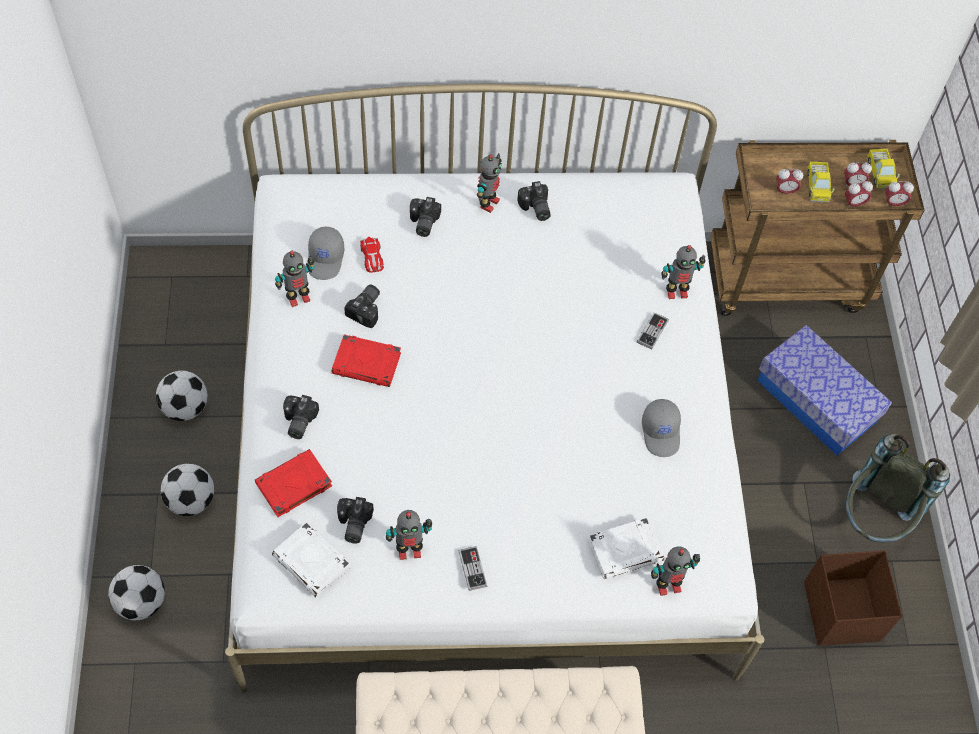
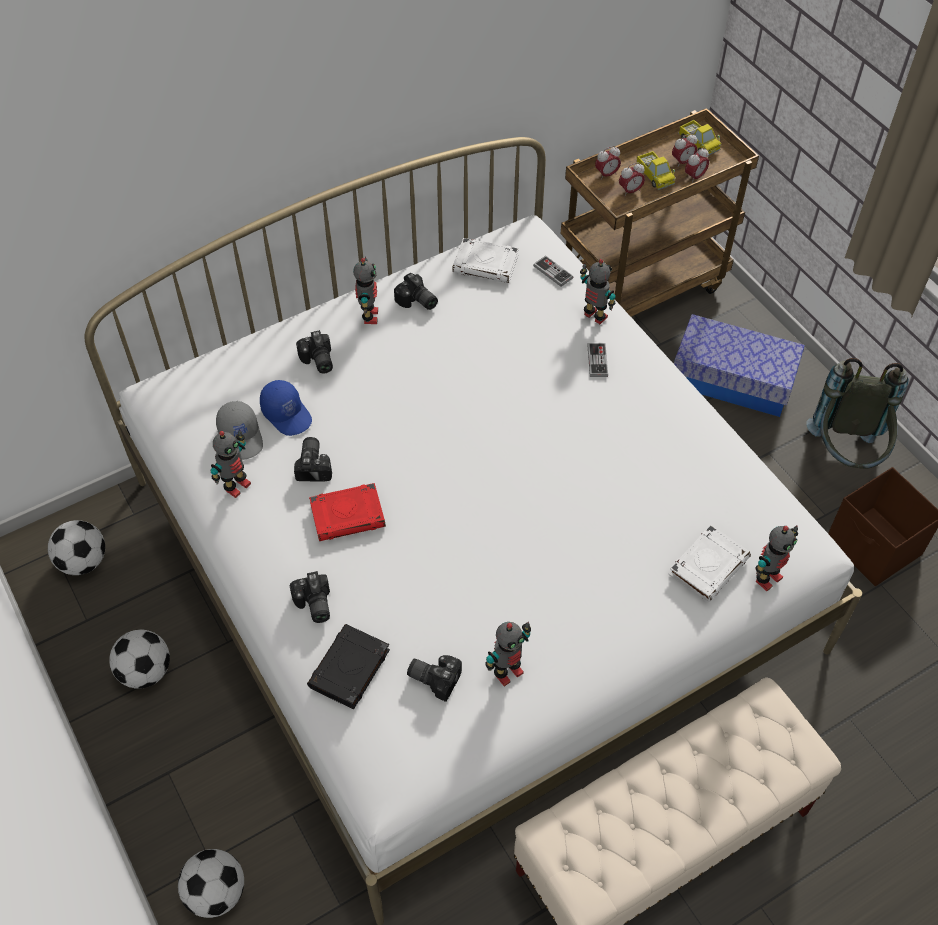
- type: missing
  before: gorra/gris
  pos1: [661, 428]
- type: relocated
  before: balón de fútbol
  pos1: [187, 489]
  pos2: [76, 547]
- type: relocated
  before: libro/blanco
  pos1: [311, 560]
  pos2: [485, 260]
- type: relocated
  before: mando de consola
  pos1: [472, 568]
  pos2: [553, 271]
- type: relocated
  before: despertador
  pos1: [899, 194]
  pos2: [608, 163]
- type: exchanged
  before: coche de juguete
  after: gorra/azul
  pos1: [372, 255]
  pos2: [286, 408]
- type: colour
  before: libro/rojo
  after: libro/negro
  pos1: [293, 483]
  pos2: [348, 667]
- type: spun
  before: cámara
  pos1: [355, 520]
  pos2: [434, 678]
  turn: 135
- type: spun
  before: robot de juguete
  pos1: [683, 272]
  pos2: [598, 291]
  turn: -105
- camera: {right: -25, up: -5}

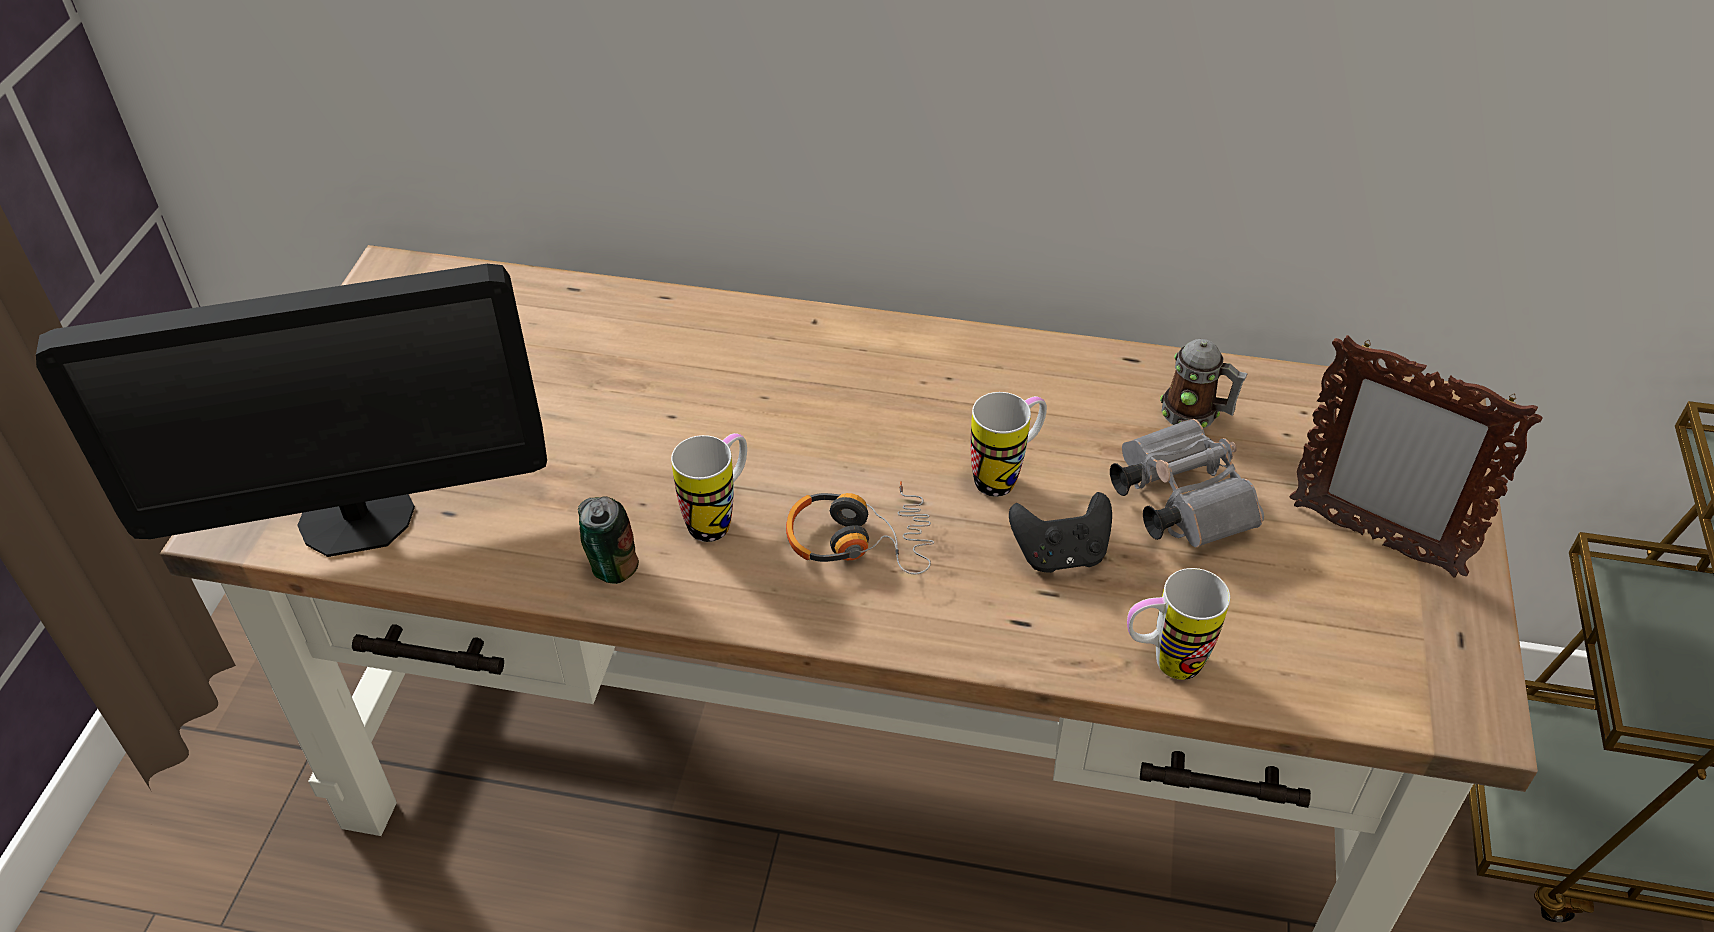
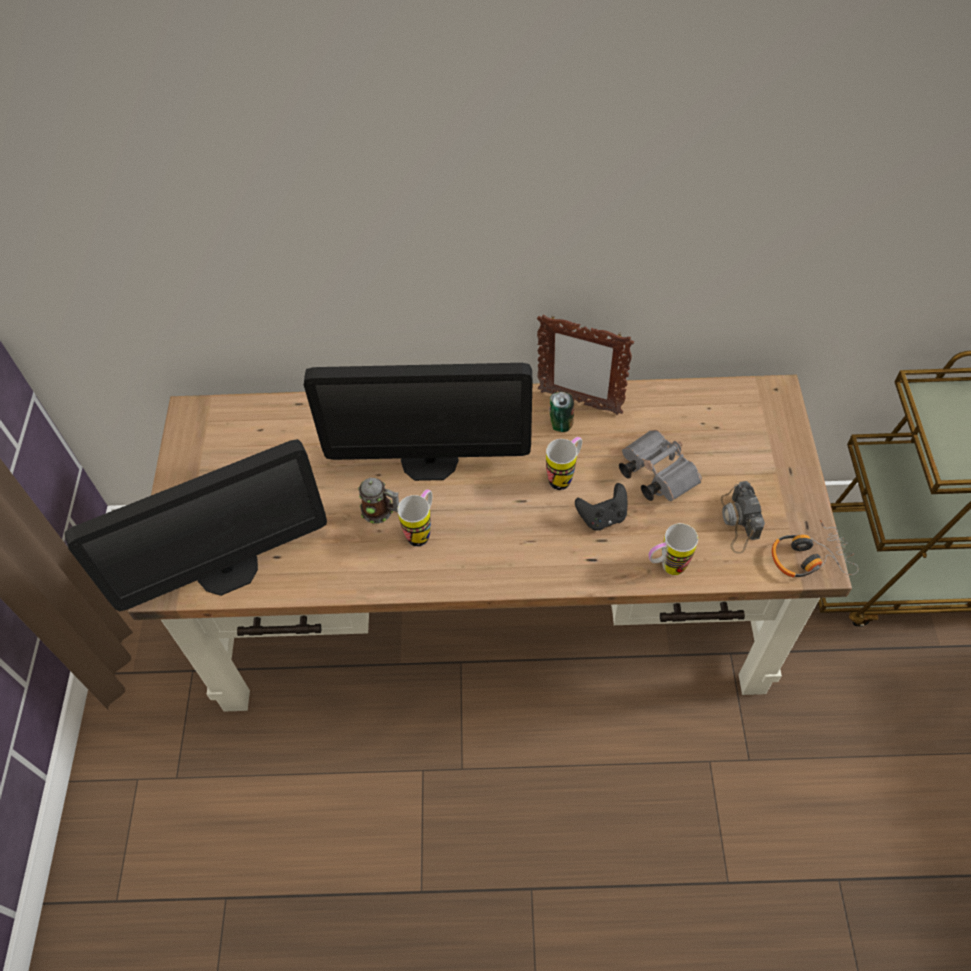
- type: appeared
  after: monitor
  pos2: [418, 422]
- type: appeared
  after: cámara
  pos2: [743, 517]
- type: relocated
  before: lata
  pos1: [608, 540]
  pos2: [561, 411]
- type: relocated
  before: auriculares
  pos1: [860, 528]
  pos2: [815, 549]
- type: relocated
  before: taza grande
  pos1: [1204, 384]
  pos2: [378, 501]
- type: relocated
  before: portarretratos
  pos1: [1416, 456]
  pos2: [585, 364]
- camera: {right: -10, up: 10}

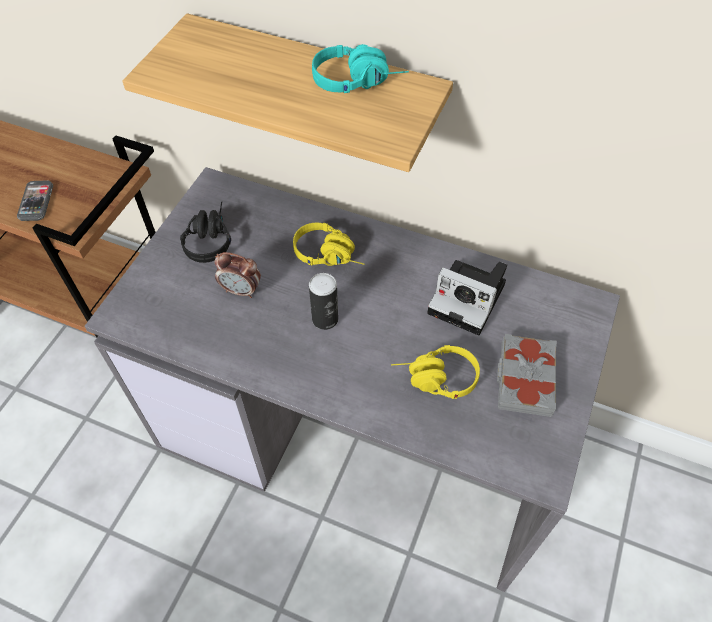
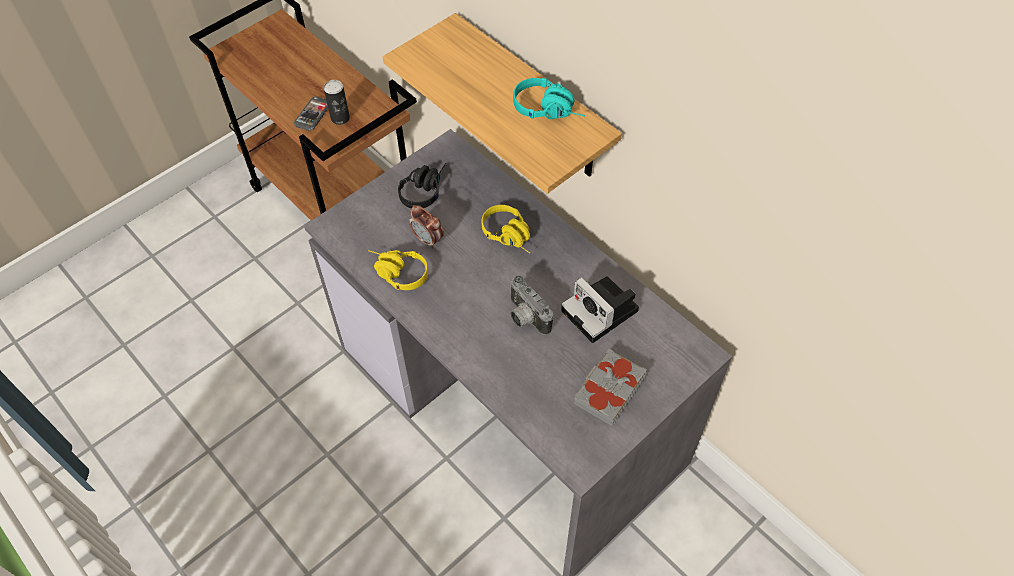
- type: appeared
  after: cámara
  pos2: [531, 305]
- type: relocated
  before: lata
  pos1: [323, 301]
  pos2: [337, 102]
- type: relocated
  before: auriculares/amarillo
  pos1: [435, 372]
  pos2: [398, 270]
- camera: {right: 25, up: 0}

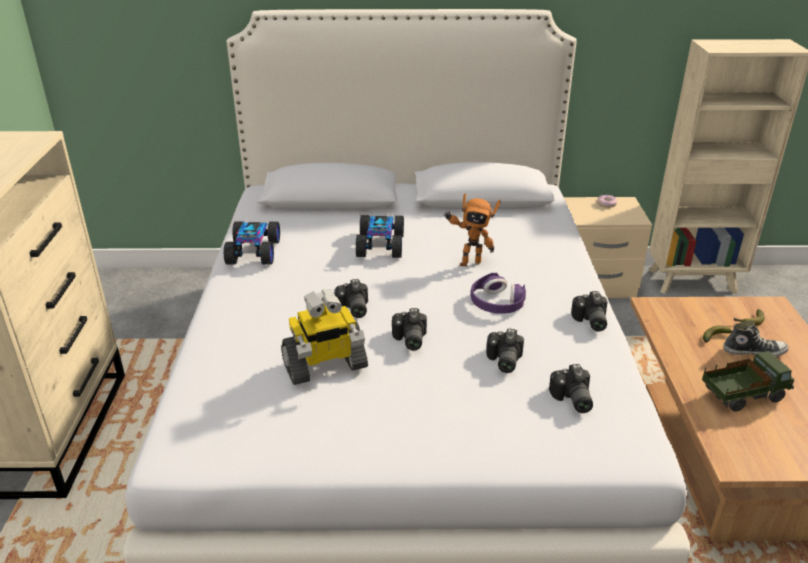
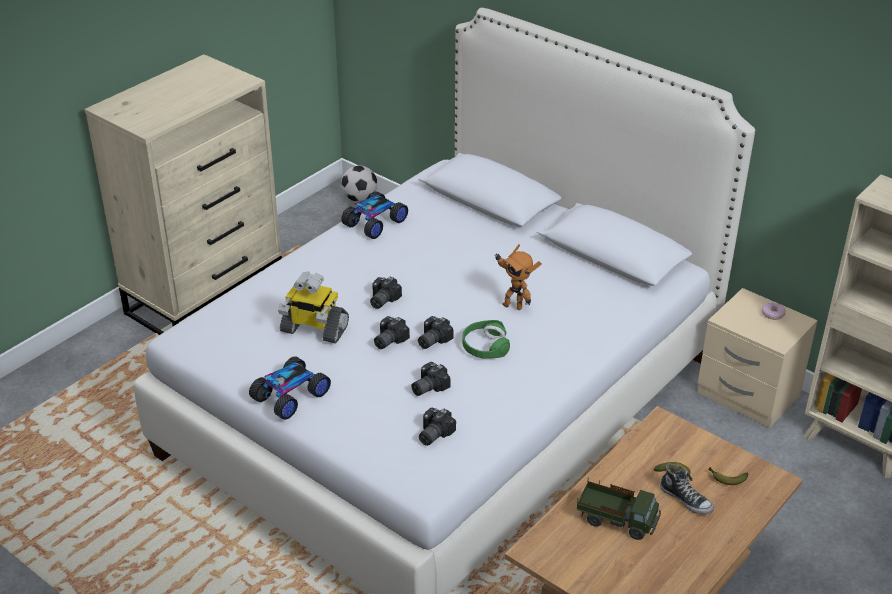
- type: appeared
  after: balón de fútbol
  pos2: [359, 183]
- type: relocated
  before: coche de juguete
  pos1: [380, 236]
  pos2: [290, 388]
- type: relocated
  before: cámara
  pos1: [589, 311]
  pos2: [435, 332]
- type: colour
  before: auriculares/morado
  after: auriculares/verde
  pos1: [498, 293]
  pos2: [486, 339]
- camera: {right: 40, up: 5}

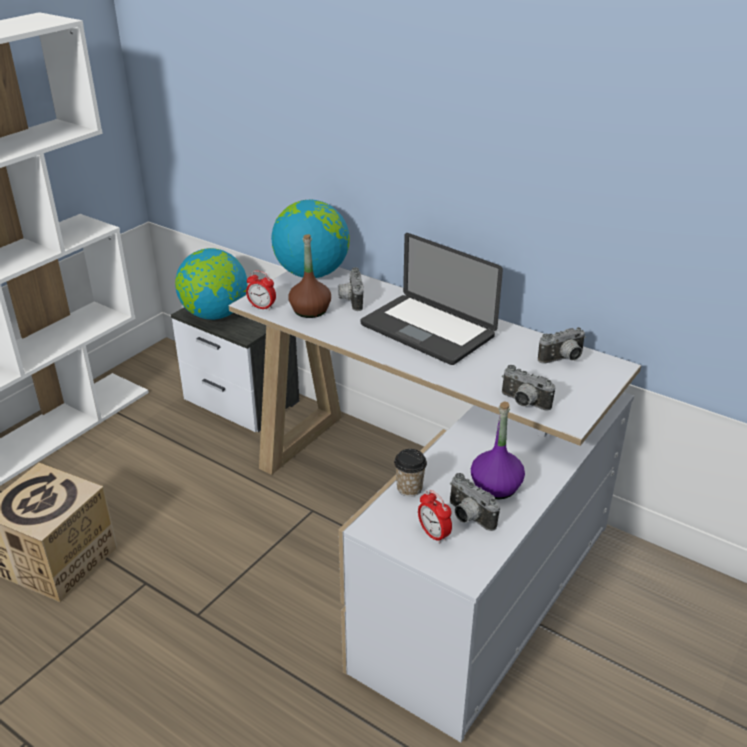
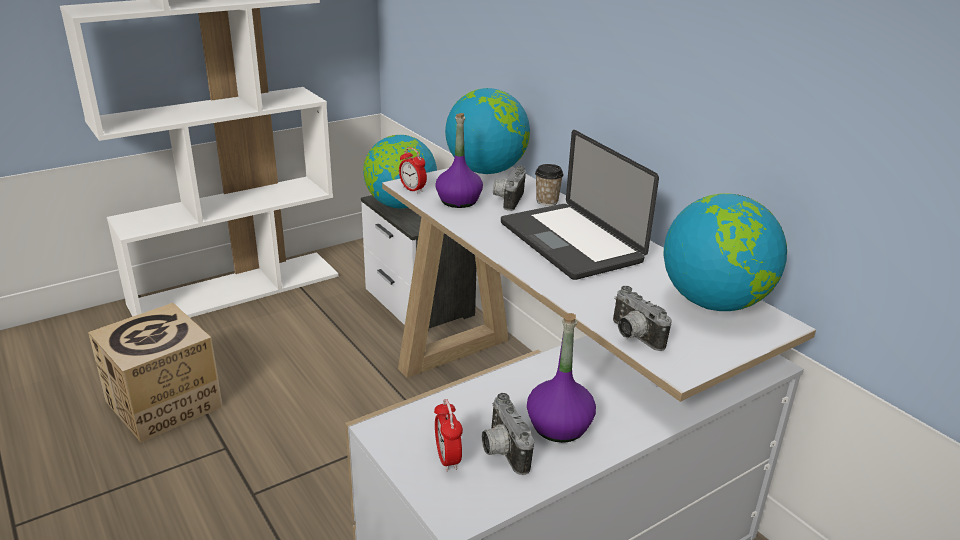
- type: relocated
  before: taza
  pos1: [410, 473]
  pos2: [549, 185]
- type: exchanged
  before: cámara
  after: globo terráqueo
  pos1: [562, 345]
  pos2: [725, 252]
- type: colour
  before: botella/marrón
  after: botella/morado
  pos1: [309, 276]
  pos2: [459, 160]
- camera: {right: 20, up: -5}

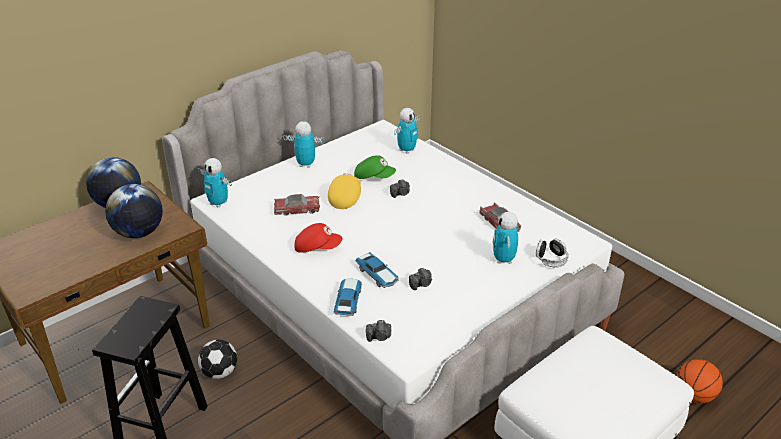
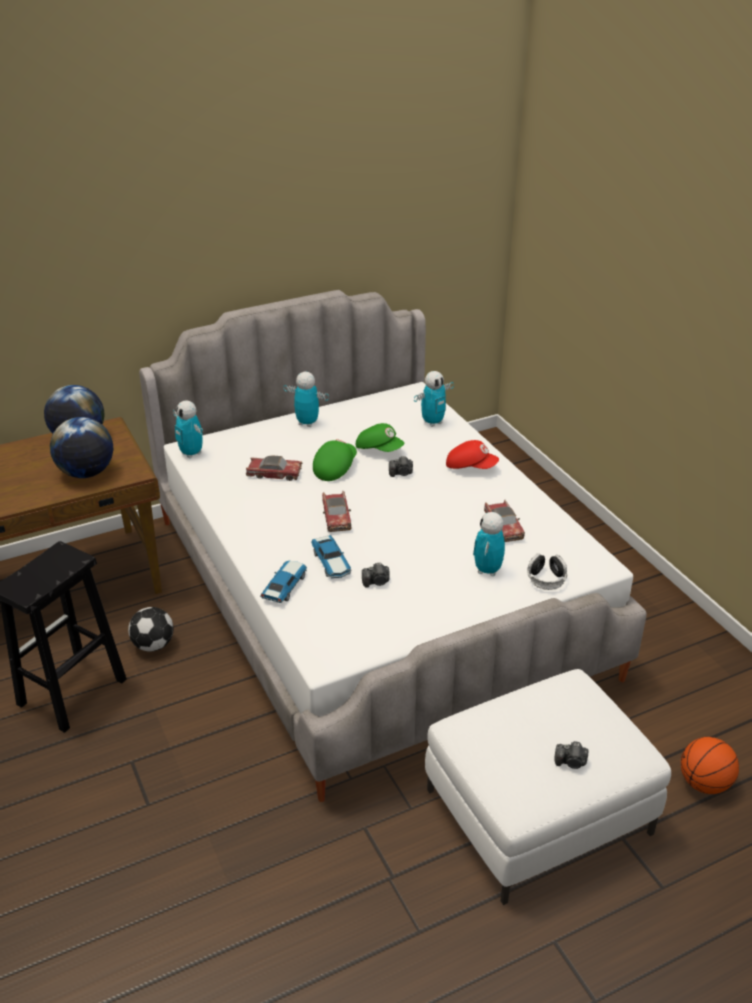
- type: appeared
  after: coche de juguete
  pos2: [336, 511]
- type: relocated
  before: gorra/rojo
  pos1: [318, 238]
  pos2: [472, 454]
- type: relocated
  before: cámara
  pos1: [378, 331]
  pos2: [571, 755]
- type: colour
  before: gorra/amarillo
  after: gorra/verde
  pos1: [344, 191]
  pos2: [335, 460]
- camera: {right: 15, up: 0}

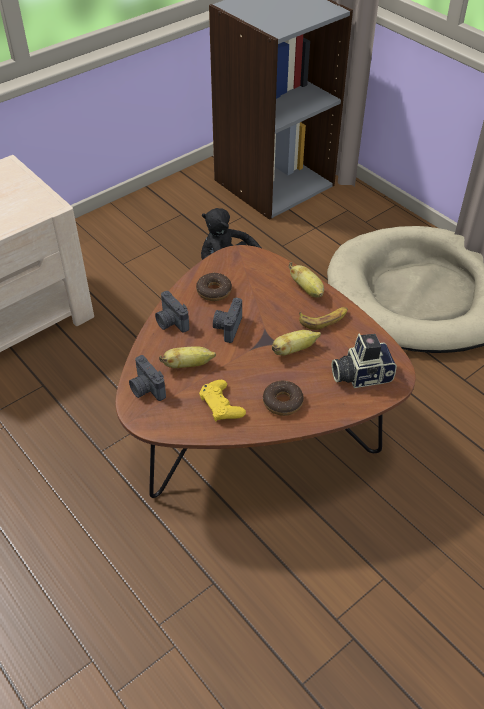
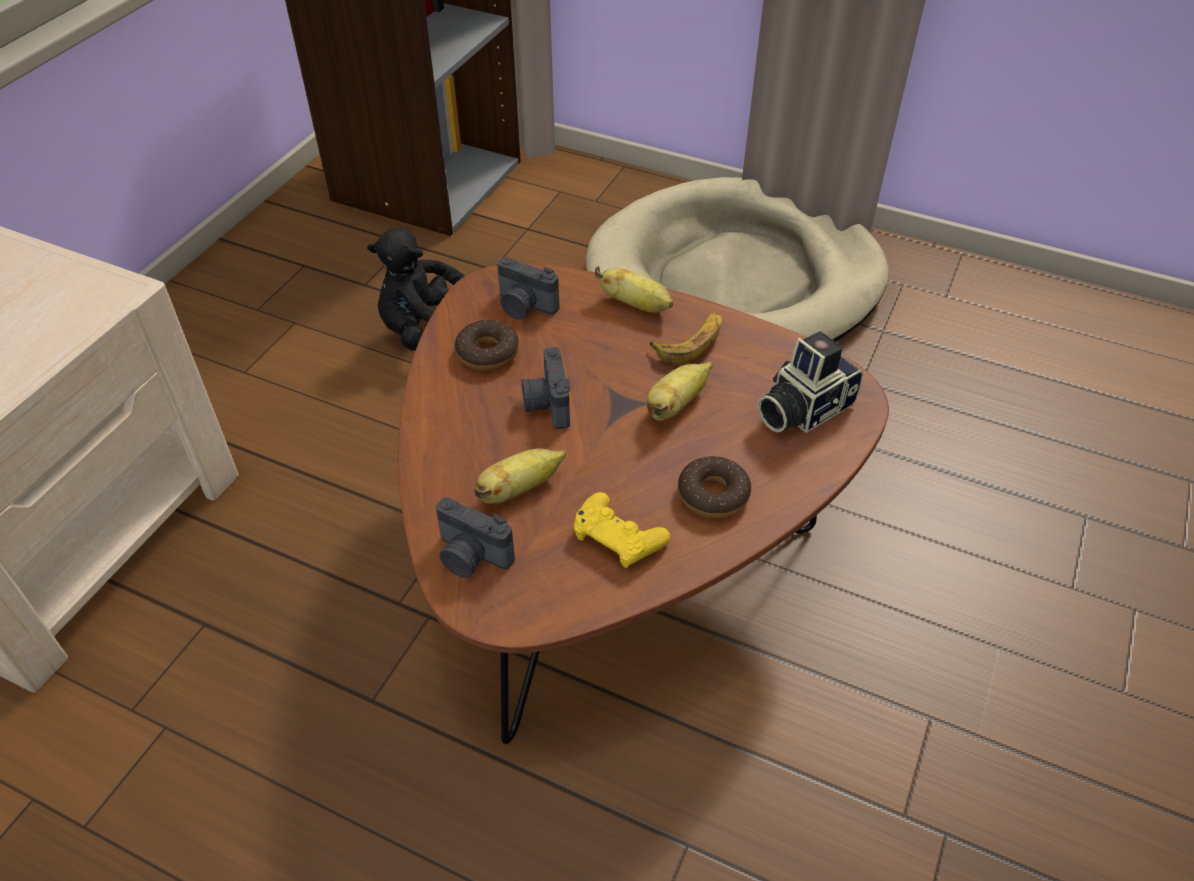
- type: relocated
  before: cámara
  pos1: [172, 312]
  pos2: [528, 288]
- camera: {right: -25, up: 0}

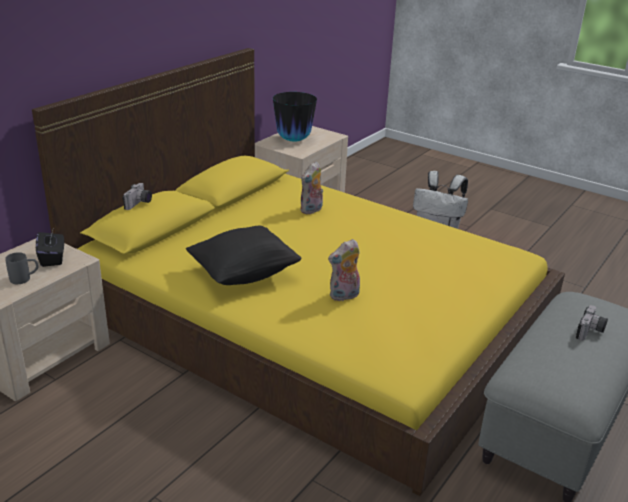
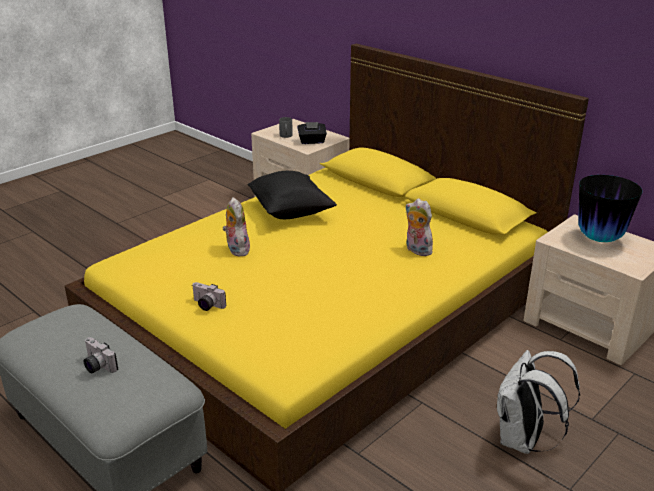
- type: relocated
  before: cámara
  pos1: [137, 196]
  pos2: [209, 296]
- camera: {right: 100, up: 0}

